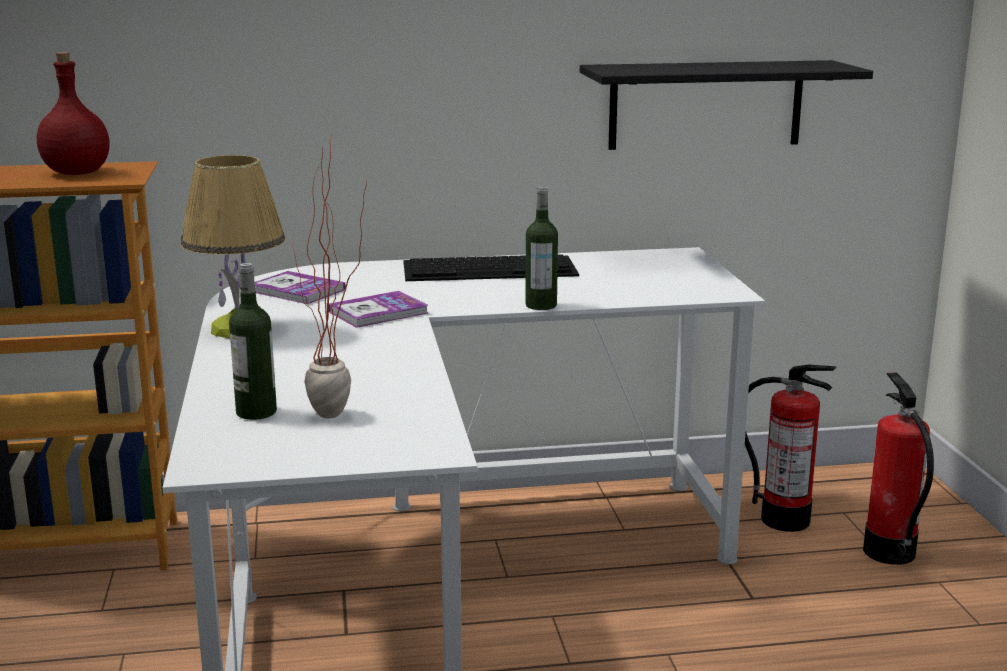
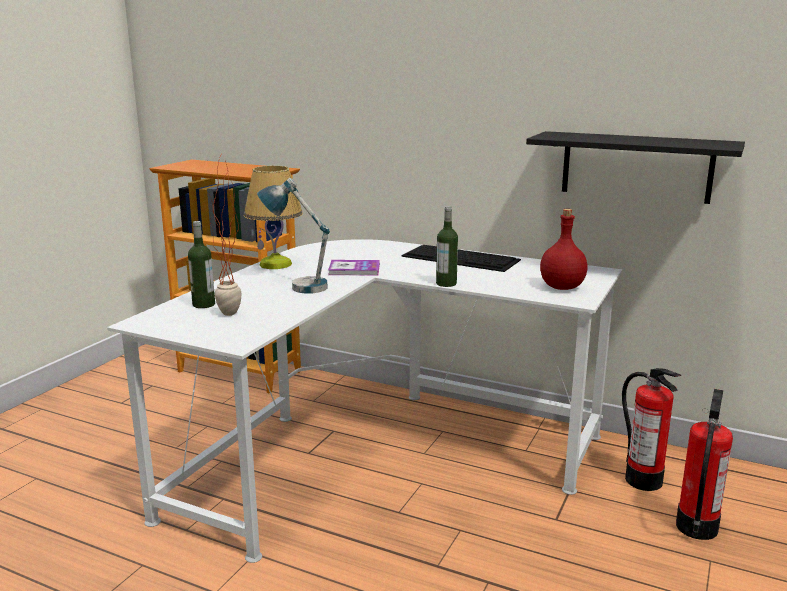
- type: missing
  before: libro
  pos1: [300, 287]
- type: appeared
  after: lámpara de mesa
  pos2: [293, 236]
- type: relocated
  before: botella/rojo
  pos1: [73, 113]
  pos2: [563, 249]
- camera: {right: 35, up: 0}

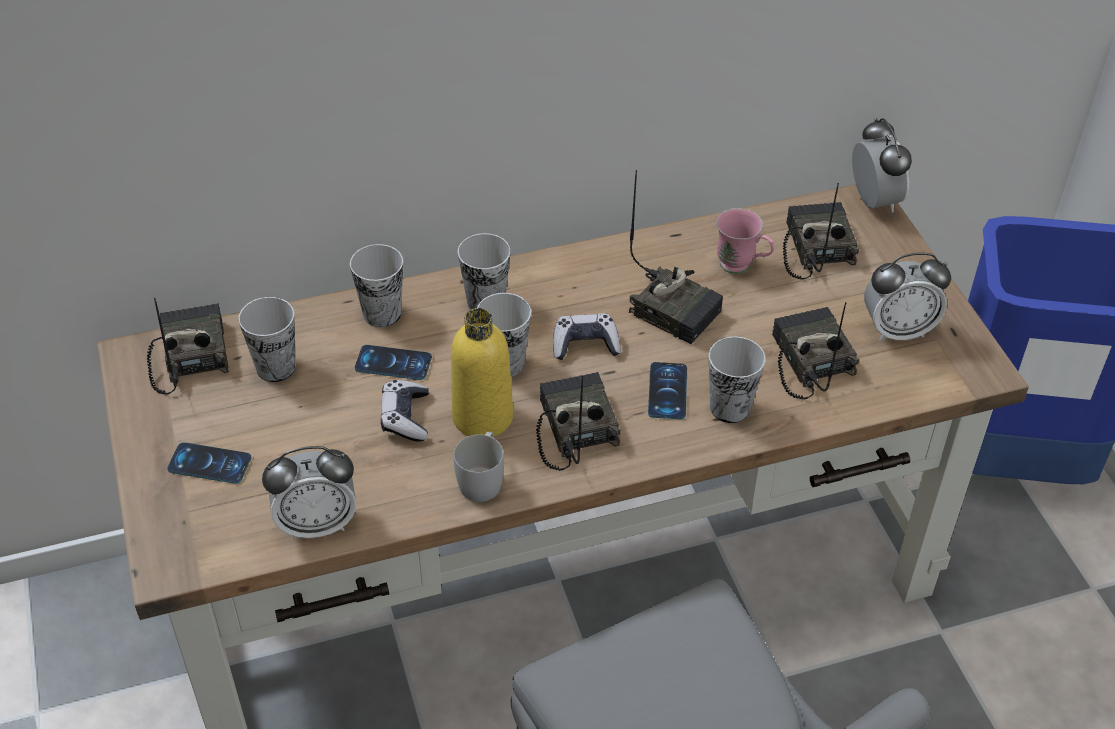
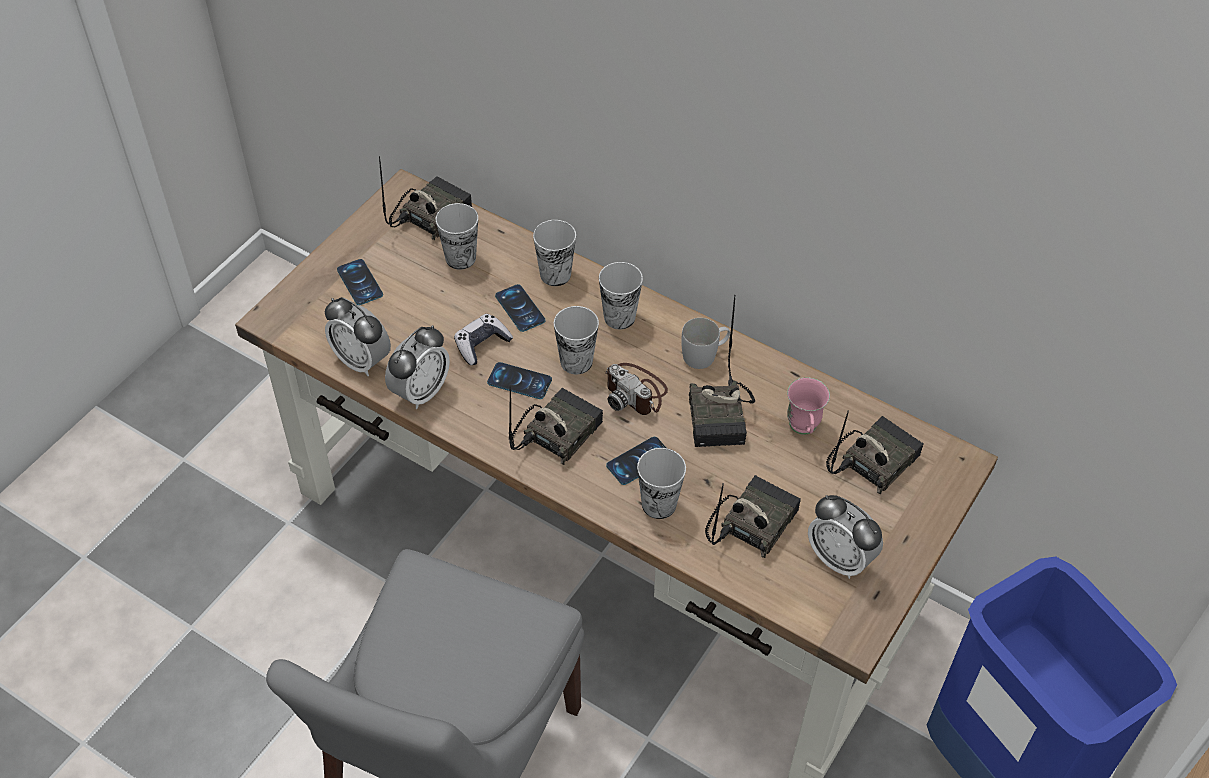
- type: relocated
  before: taza grande/blanco
  pos1: [479, 467]
  pos2: [705, 343]
- type: relocated
  before: despertador
  pos1: [882, 165]
  pos2: [417, 367]
- type: exchanged
  before: botella/amarillo
  after: móvil
  pos1: [482, 372]
  pos2: [519, 380]
- type: exchanged
  before: mando de consola
  after: cámara
  pos1: [587, 336]
  pos2: [636, 389]
- camera: {right: 50, up: 5}

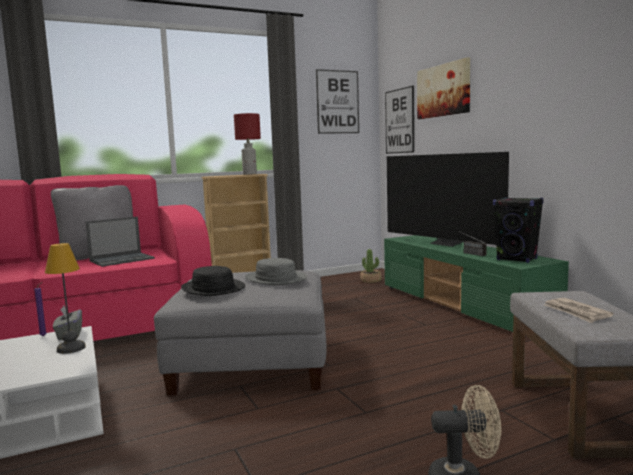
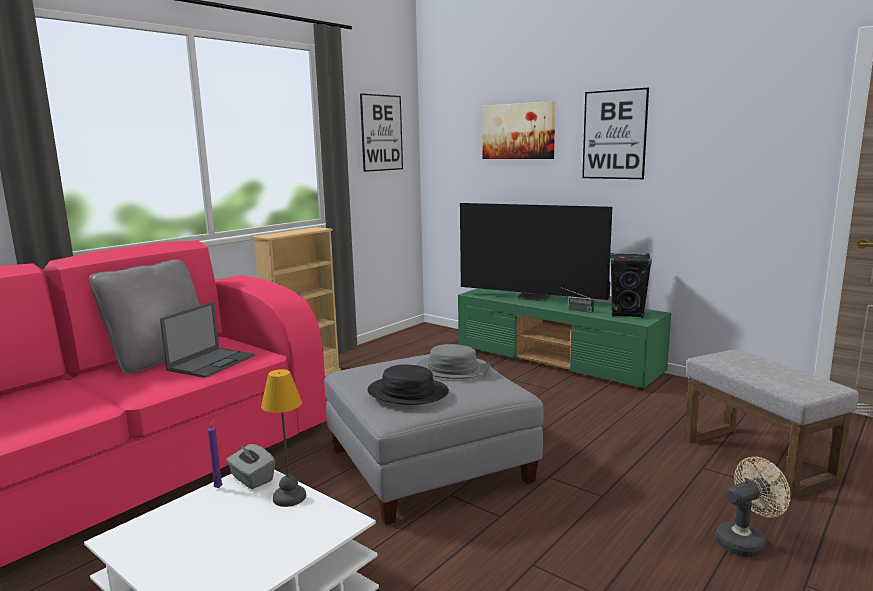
- type: missing
  before: lámpara de mesa/rojo
  pos1: [247, 144]
- type: missing
  before: planta en maceta
  pos1: [371, 266]
- type: missing
  before: periódico
  pos1: [579, 310]
- type: relocated
  before: cuadro
  pos1: [399, 120]
  pos2: [615, 133]
- camera: {right: -25, up: 5}

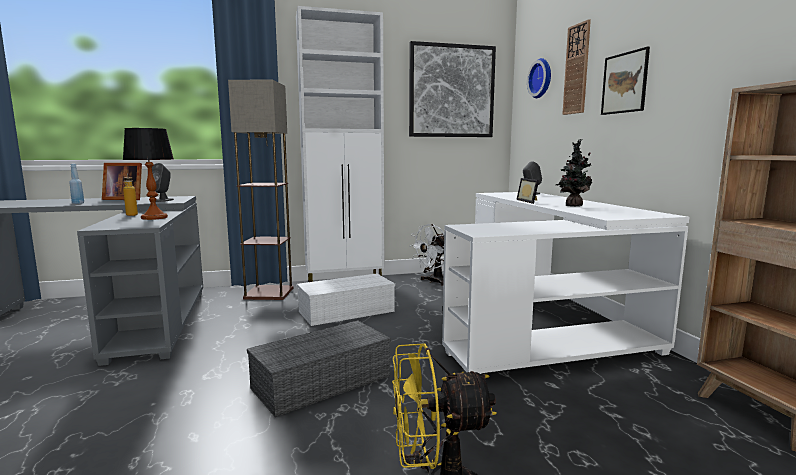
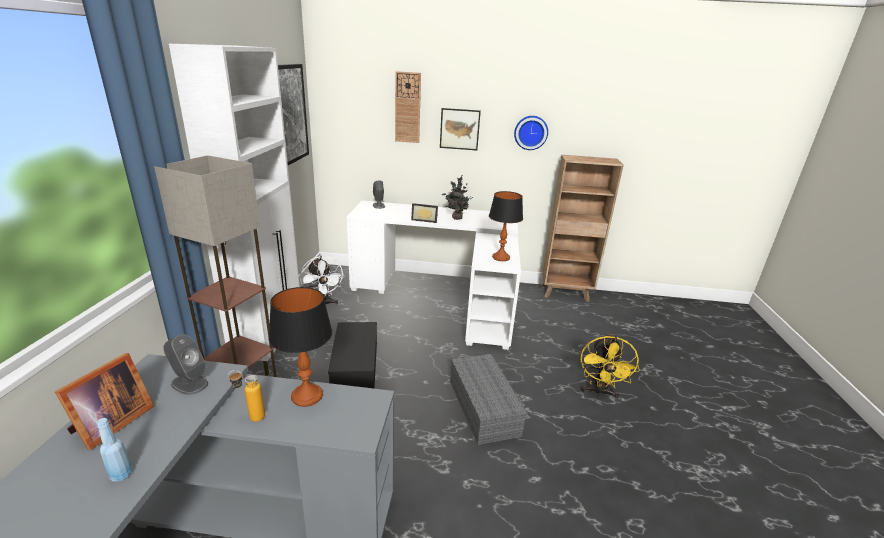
- type: appeared
  after: lámpara de mesa
  pos2: [506, 226]
- type: relocated
  before: reloj de pared
  pos1: [539, 78]
  pos2: [531, 133]
- type: colour
  before: caja de almacenaje/blanco
  after: caja de almacenaje/negro
  pos1: [346, 299]
  pos2: [352, 355]
- camera: {right: -70, up: 15}

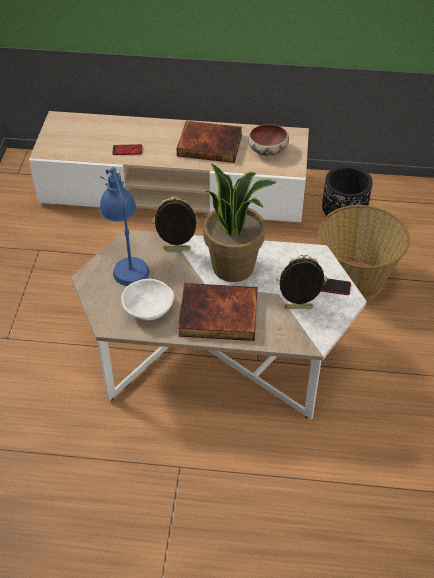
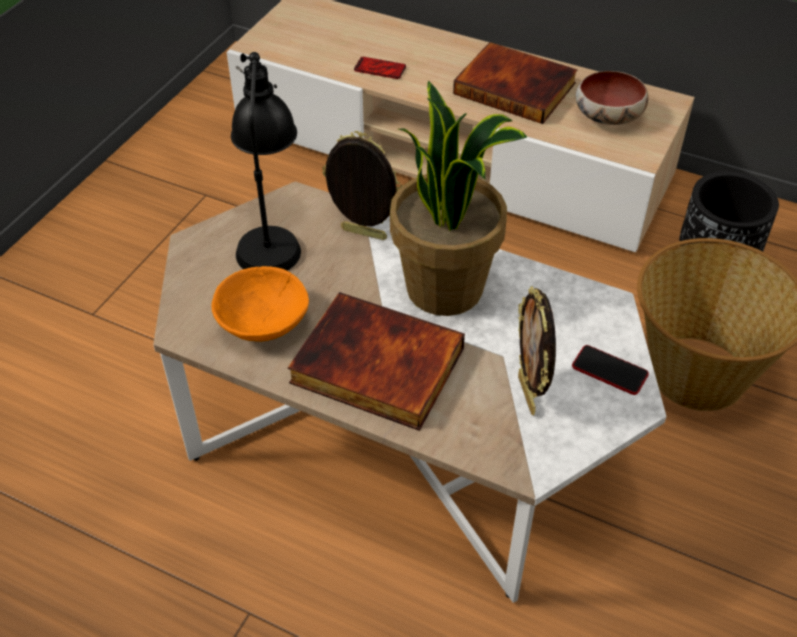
- type: colour
  before: lámpara de mesa/azul
  after: lámpara de mesa/negro
  pos1: [124, 226]
  pos2: [266, 161]
- type: colour
  before: cuenco/blanco
  after: cuenco/naranja
  pos1: [147, 299]
  pos2: [260, 304]
- type: spun
  before: portarretratos
  pos1: [301, 282]
  pos2: [537, 350]
  turn: -120
- camera: {right: 20, up: 0}

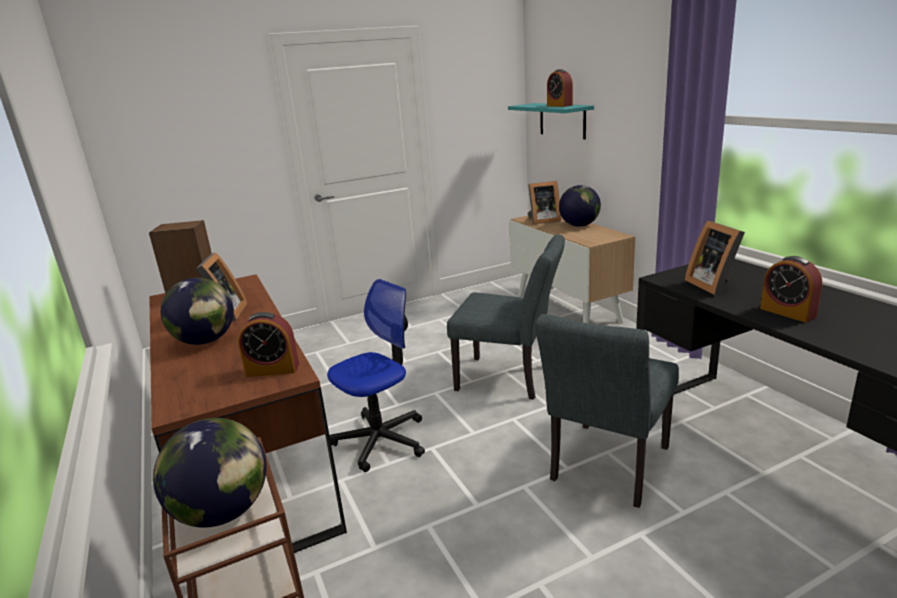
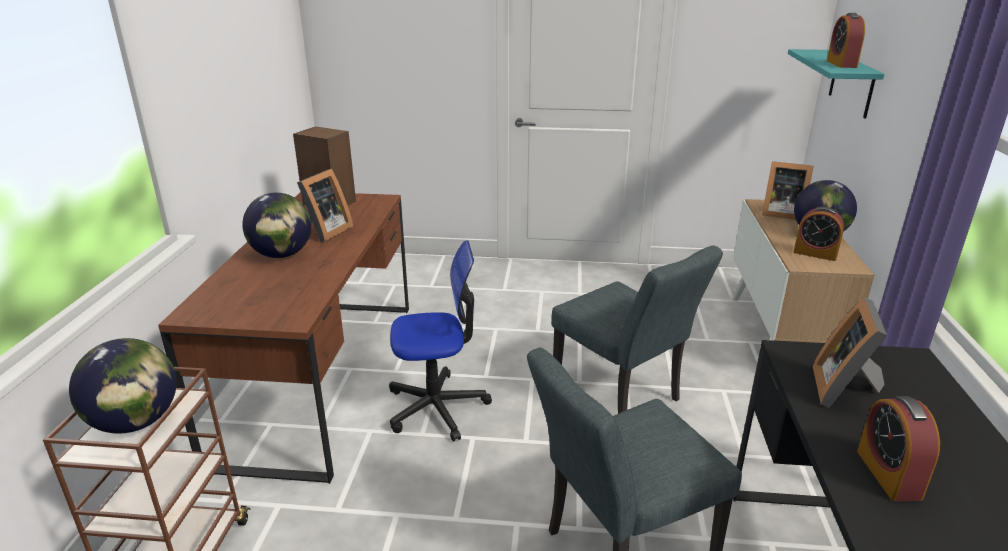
- type: relocated
  before: despertador
  pos1: [268, 344]
  pos2: [818, 234]
- camera: {right: 30, up: 5}

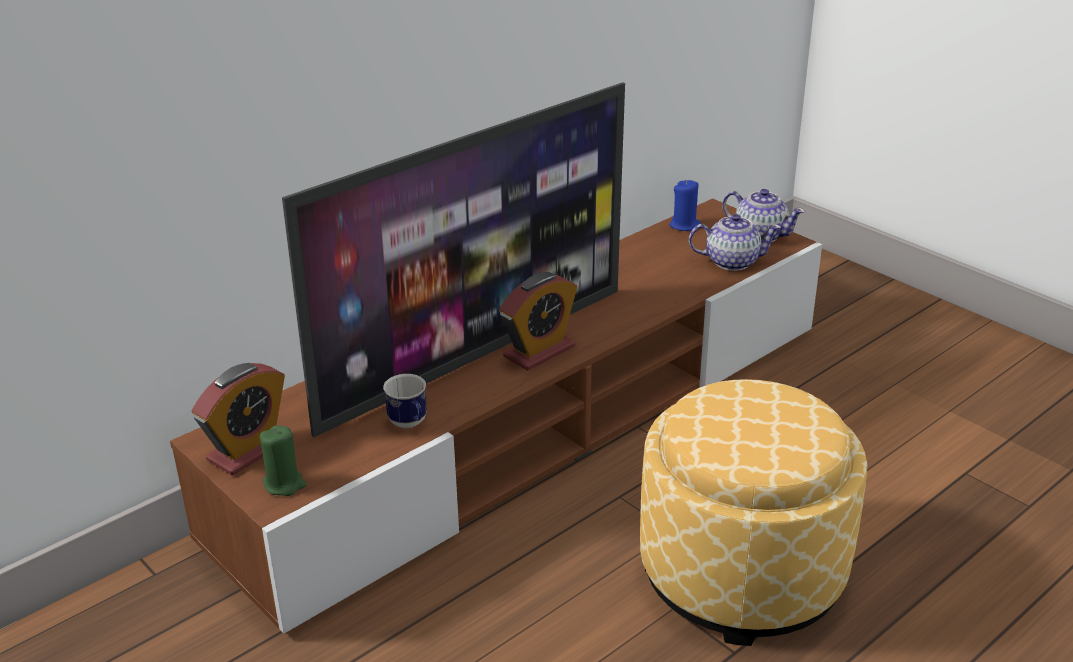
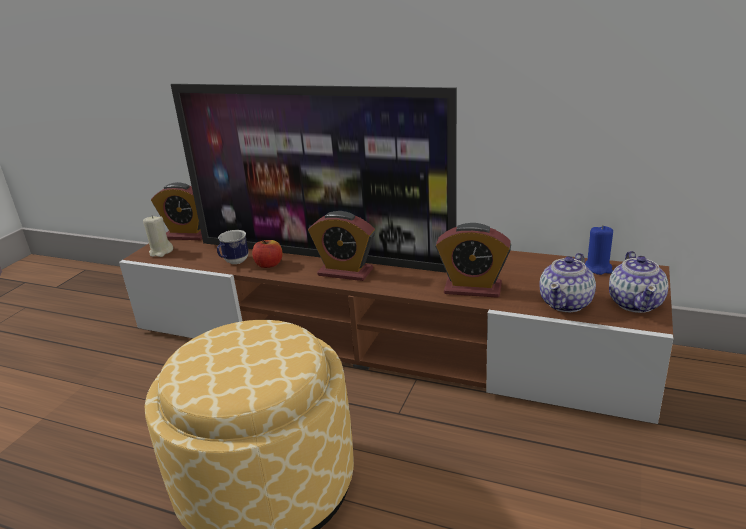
- type: appeared
  after: manzana
  pos2: [267, 254]
- type: appeared
  after: despertador
  pos2: [473, 260]
- type: colour
  before: vela/verde
  after: vela/beis
  pos1: [283, 460]
  pos2: [158, 236]
- type: spun
  before: tetera
  pos1: [735, 242]
  pos2: [567, 282]
  turn: 60
- camera: {right: 65, up: -5}

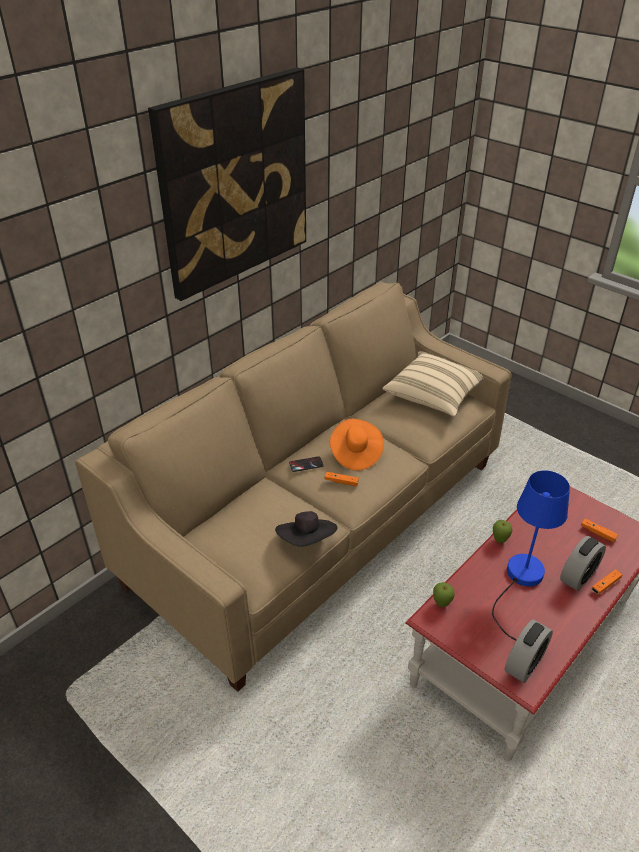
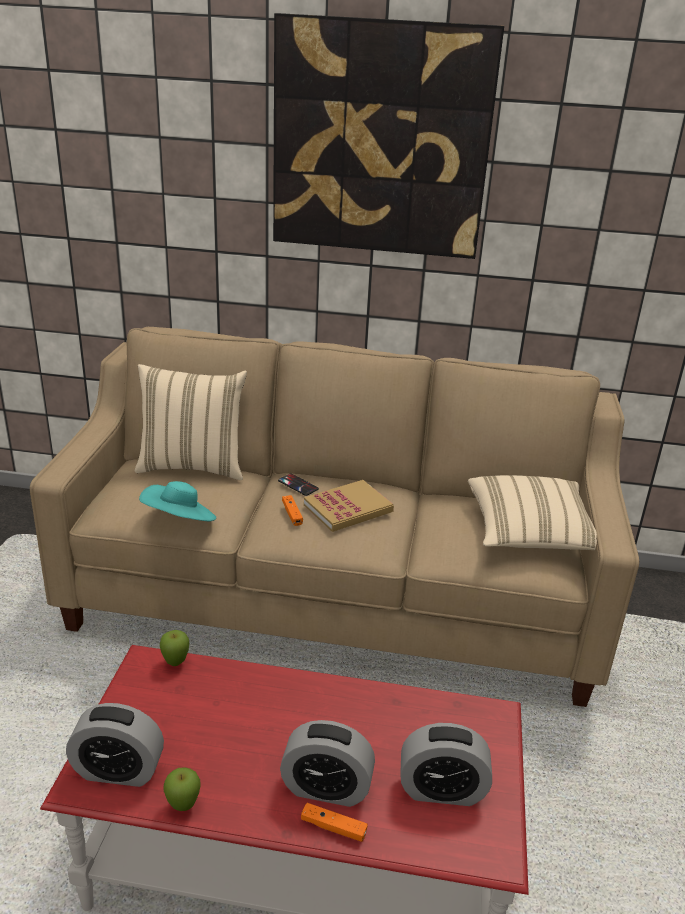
- type: missing
  before: lámpara de mesa/azul
  pos1: [531, 555]
- type: appeared
  after: cojín/beis
  pos2: [191, 422]
- type: relocated
  before: manzana
  pos1: [502, 531]
  pos2: [182, 789]
- type: exchanged
  before: sombrero/naranja
  after: libro
  pos1: [357, 445]
  pos2: [349, 506]
- type: exchanged
  before: mando de consola/naranja
  after: despertador
  pos1: [599, 530]
  pos2: [446, 764]
- type: colour
  before: sombrero/negro
  after: sombrero/turquesa
  pos1: [306, 529]
  pos2: [177, 501]
- camera: {right: 55, up: -10}

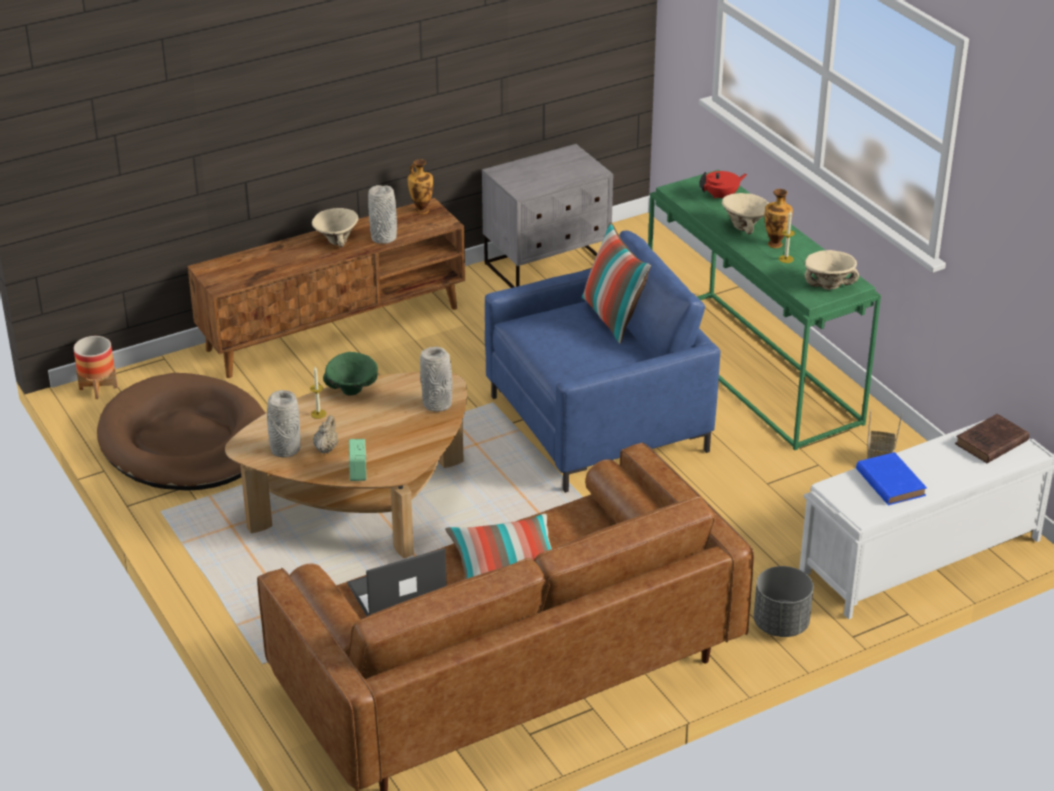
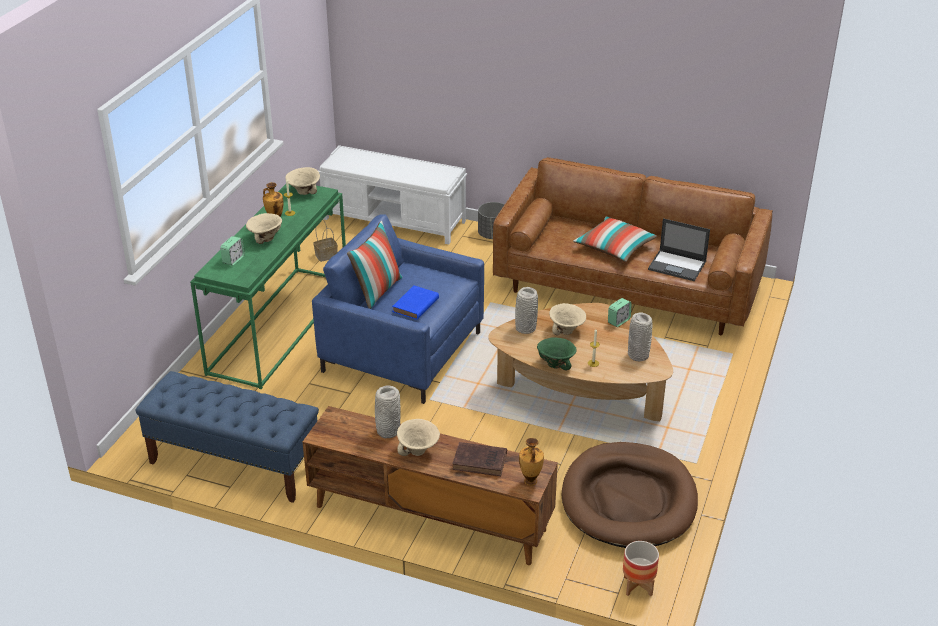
- type: missing
  before: tetera/beis
  pos1: [325, 434]
- type: appeared
  after: cuenco/beis
  pos2: [567, 319]
- type: relocated
  before: florero
  pos1: [420, 186]
  pos2: [531, 462]
- type: relocated
  before: libro/azul
  pos1: [891, 478]
  pos2: [415, 302]
- type: relocated
  before: libro/marrón
  pos1: [992, 438]
  pos2: [479, 459]
- type: exchanged
  before: mesita de noche/gris
  after: banco/azul
  pos1: [547, 216]
  pos2: [227, 437]
- type: exchanged
  before: tetera/rojo
  after: despertador
  pos1: [723, 185]
  pos2: [232, 251]
- camera: {right: -130, up: 0}

